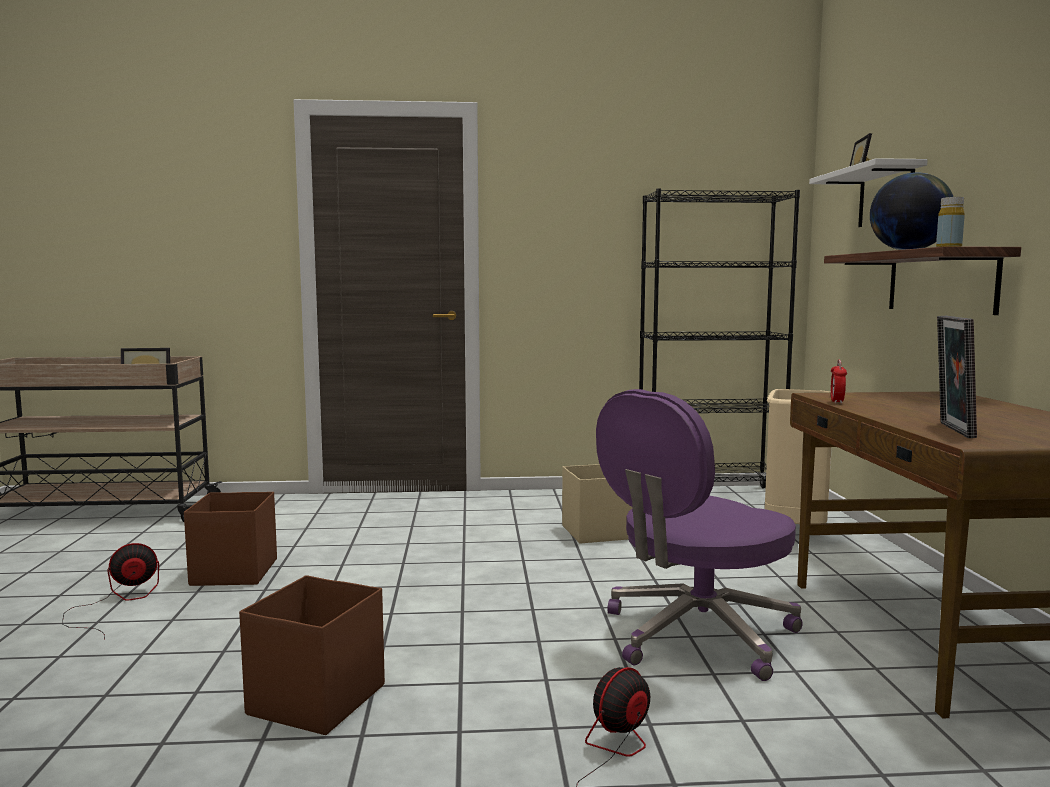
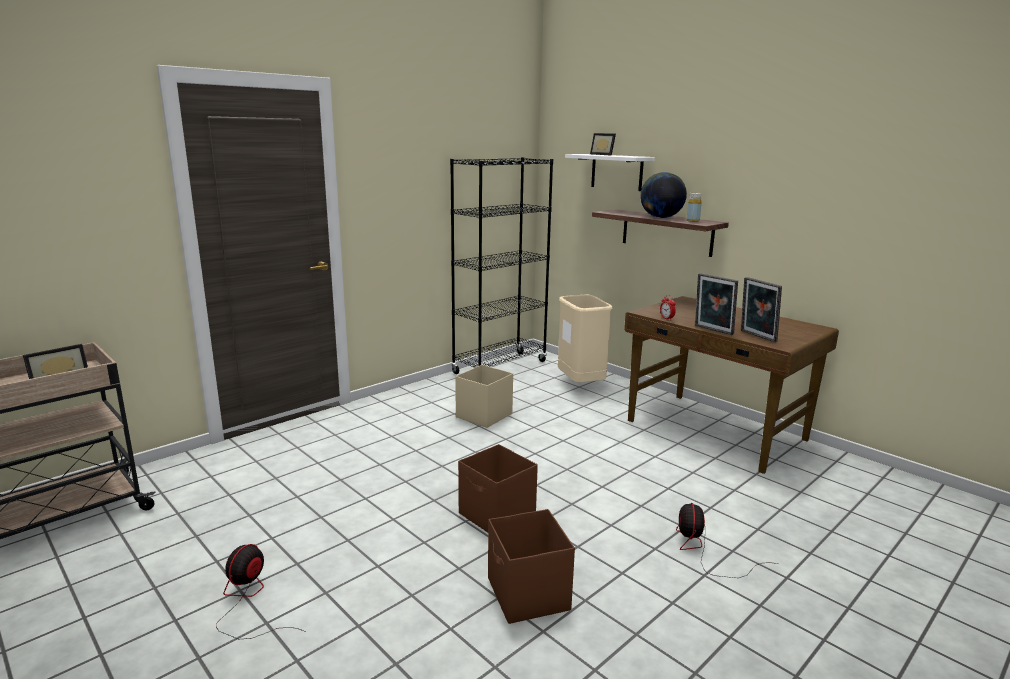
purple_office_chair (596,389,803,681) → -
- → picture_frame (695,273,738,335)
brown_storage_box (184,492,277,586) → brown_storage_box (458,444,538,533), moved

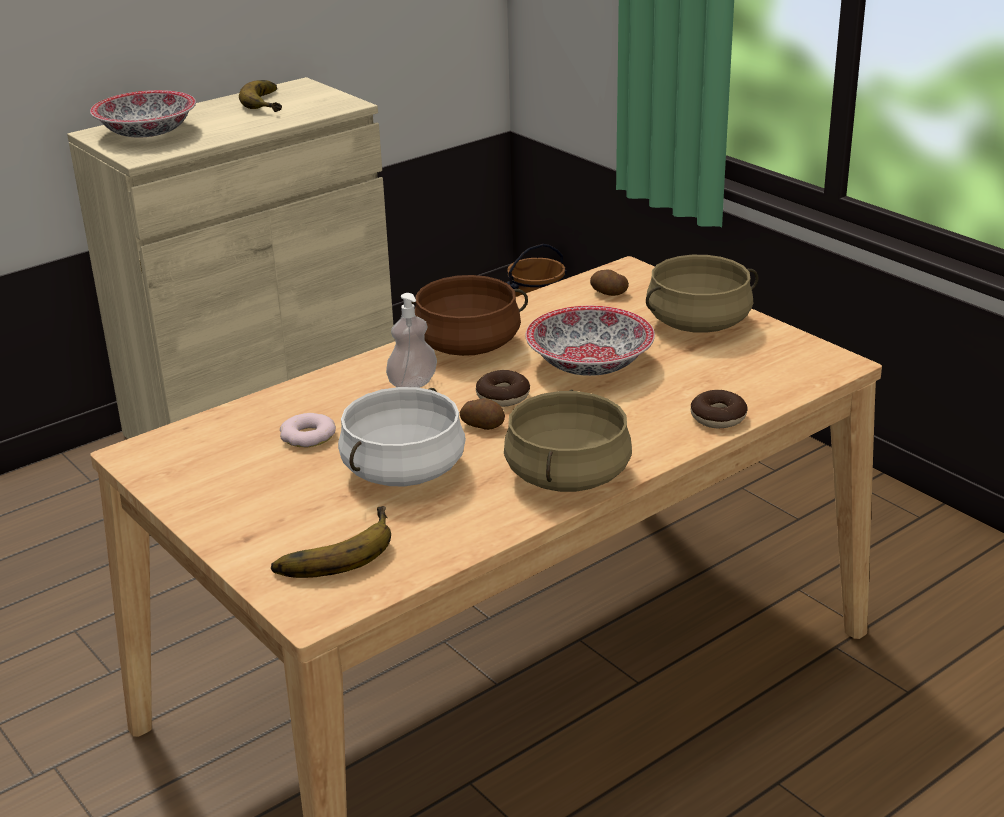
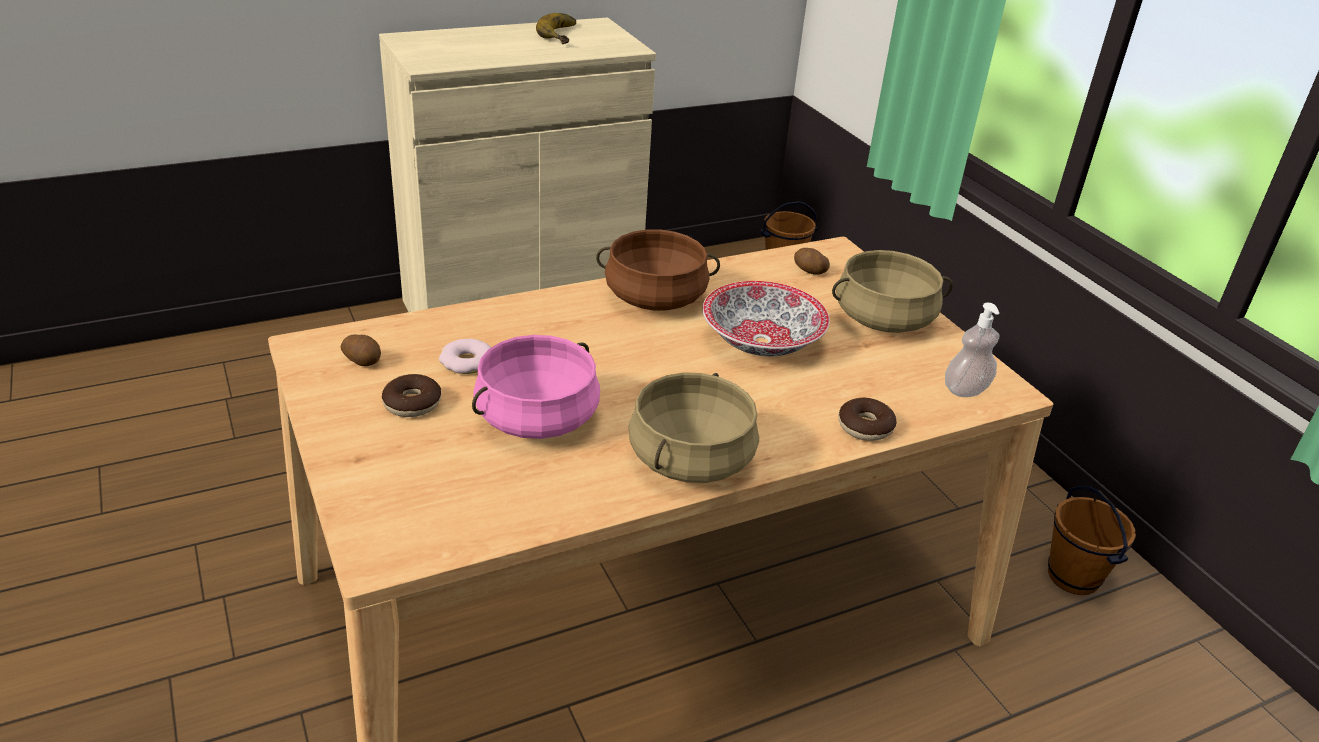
bowl (90,90,196,138) → -
banana (271,506,391,578) → -
- → brown_bucket (1048,486,1136,595)
soap_dispenser (386,293,437,388) → soap_dispenser (945,303,999,397), moved
potato (460,398,505,430) → potato (340,335,381,366), moved
donut (476,370,530,407) → donut (382,374,441,417), moved
white_cooking_pot (338,387,466,486) → pink_cooking_pot (472,335,600,439)

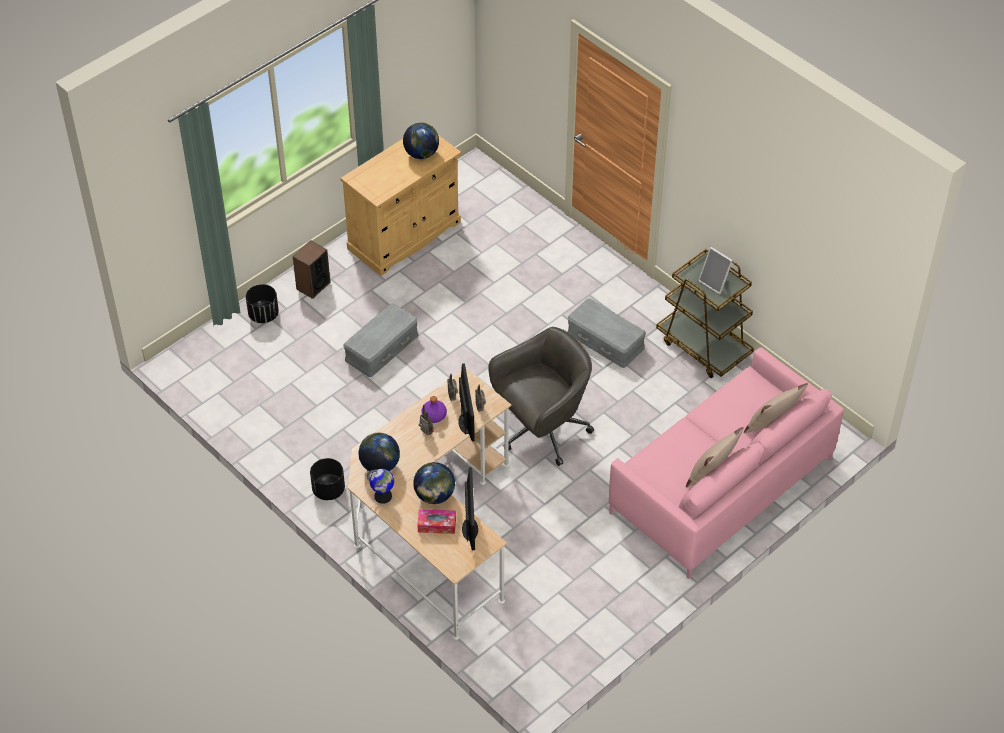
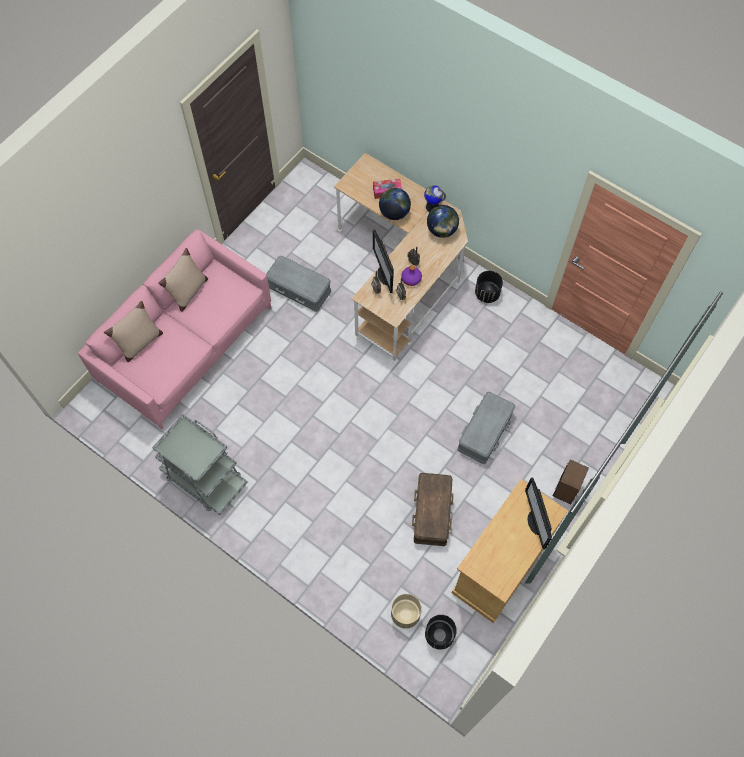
globe (403,122,439,159) → -
grey_office_chair (488,327,594,466) → -
picture_frame (698,247,733,294) → -
- → beige_planter (391,594,422,629)
- → brown_storage_box (412,473,454,546)
black_planter (246,284,279,323) → black_planter (425,615,457,650), moved
monitor (462,467,478,551) → monitor (525,477,552,550), moved
grey_storage_box (568,298,646,368) → grey_storage_box (266,256,331,312), moved
brown_cart (656,249,754,378) → grey_cart (152,414,248,515)

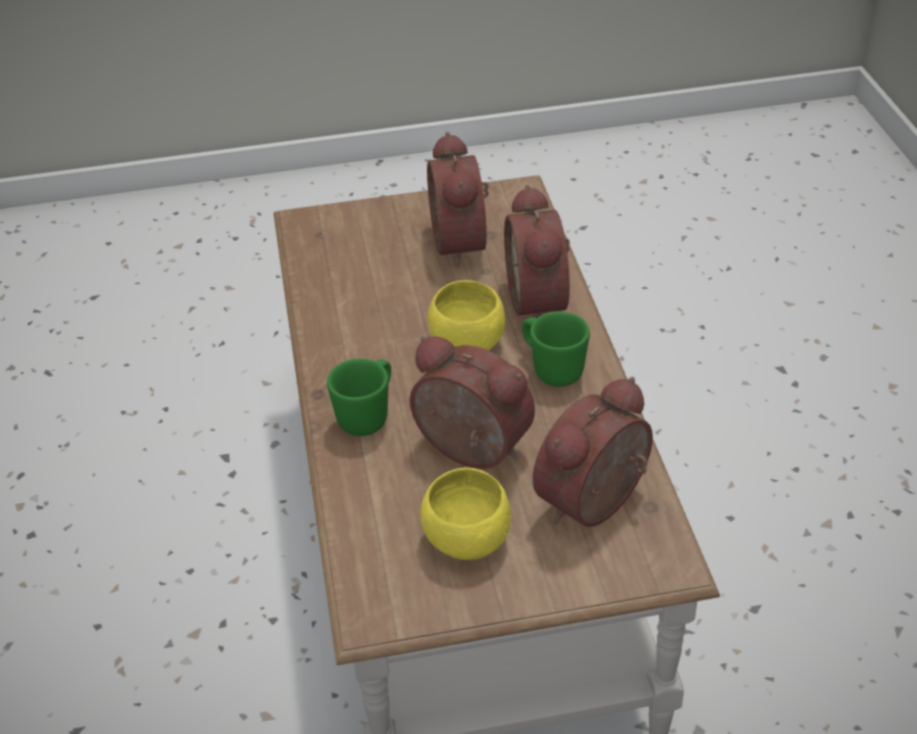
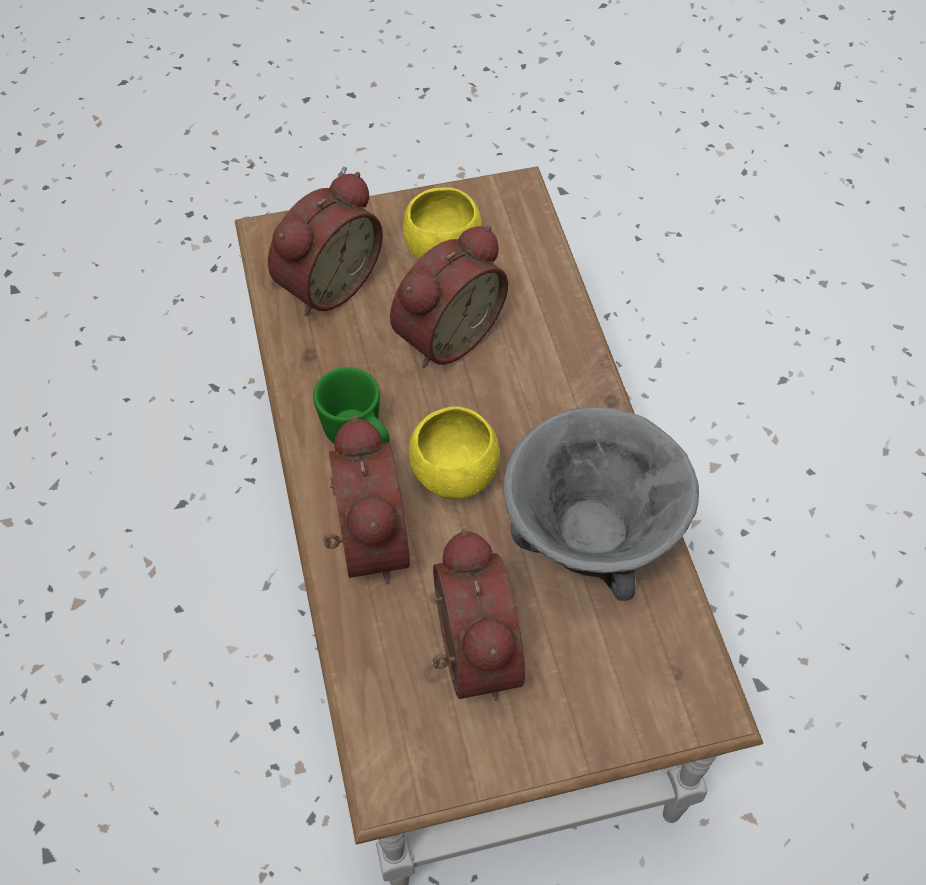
green_mug (327,359,391,436) → -
- → grey_bowl (503,407,699,601)
alarm_clock (410,336,535,469) → alarm_clock (390,225,508,368), 75 degrees counterclockwise

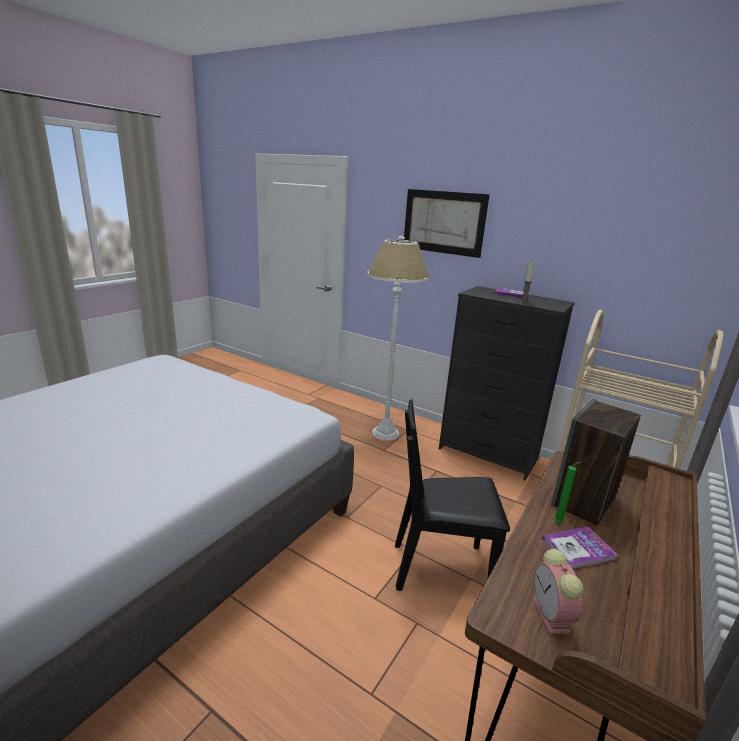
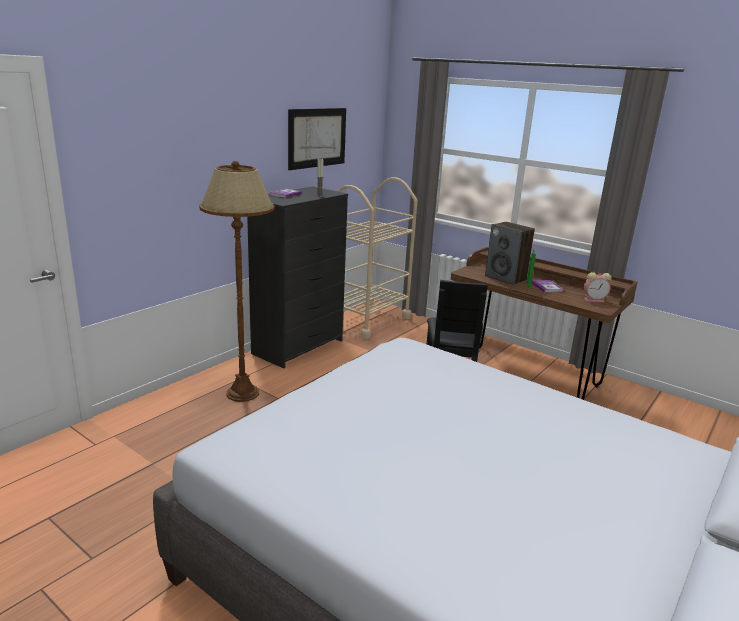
picture (404,189,490,258) → picture (288,108,346,170), moved
white_floor_lamp (367,236,430,441) → brown_floor_lamp (199,161,275,402)

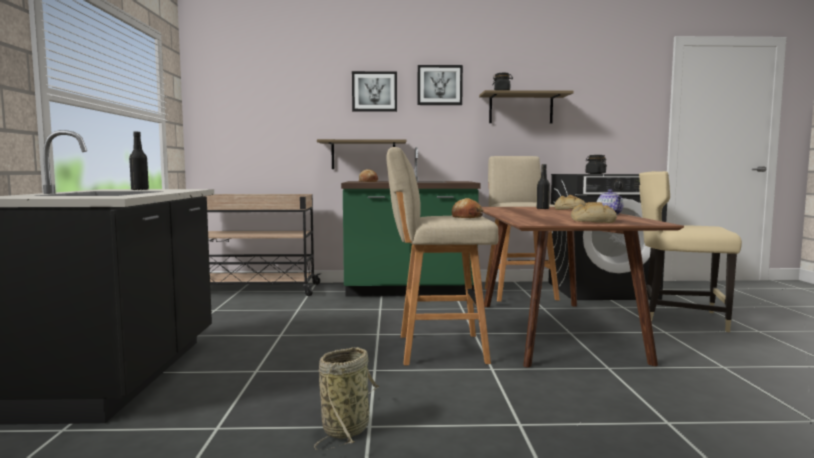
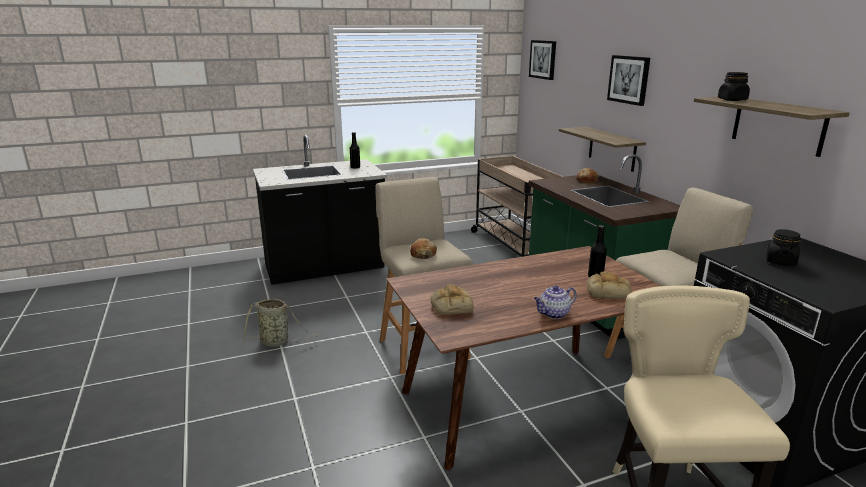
picture (418,65,463,105) → picture (529,40,556,80), moved

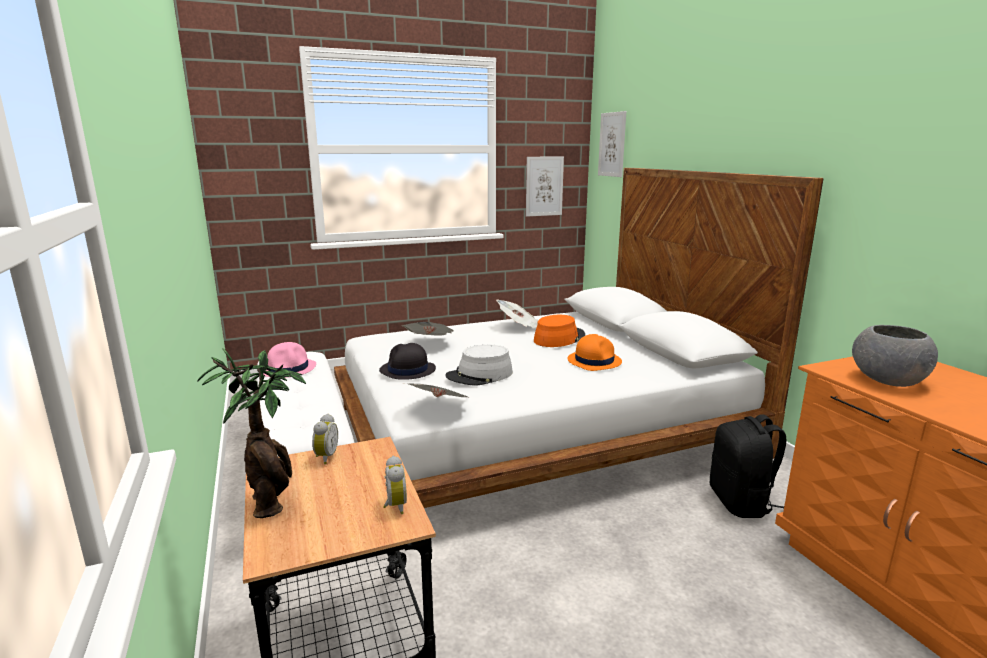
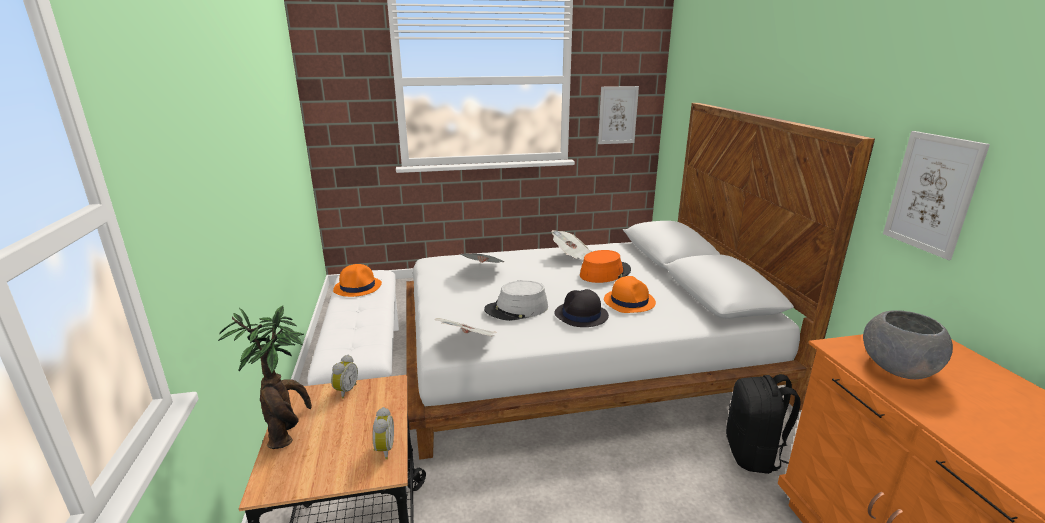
black_hat (379,343,436,380) → black_hat (555,289,609,327), moved
picture (598,111,626,177) → picture (883,131,990,260), moved
pink_hat (263,342,316,378) → orange_hat (333,264,382,297)

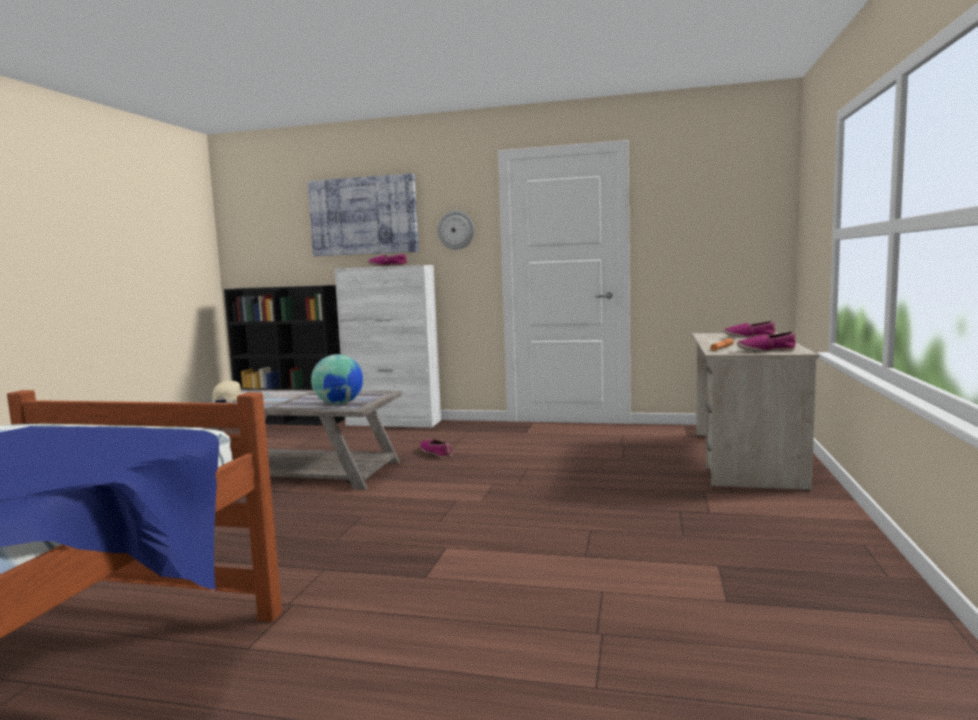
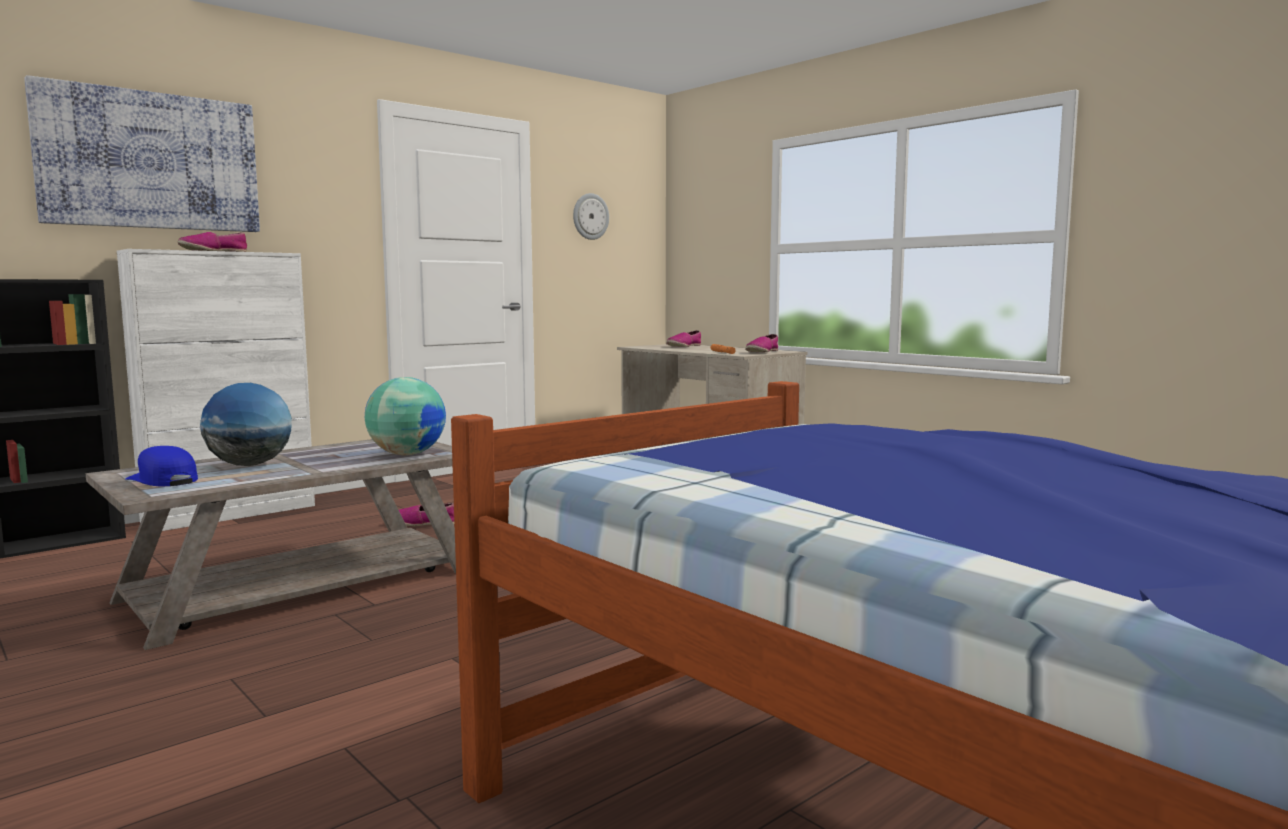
- → globe (200,383,292,466)
wall_clock (438,211,474,250) → wall_clock (573,193,609,240), moved
beige_cap (212,381,244,403) → blue_cap (125,446,198,486)

